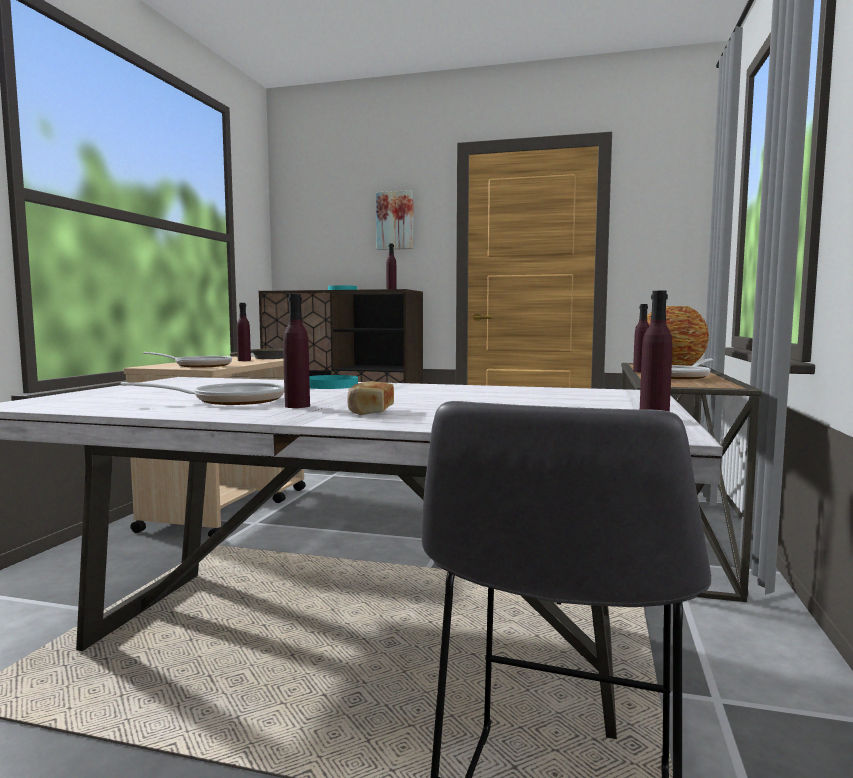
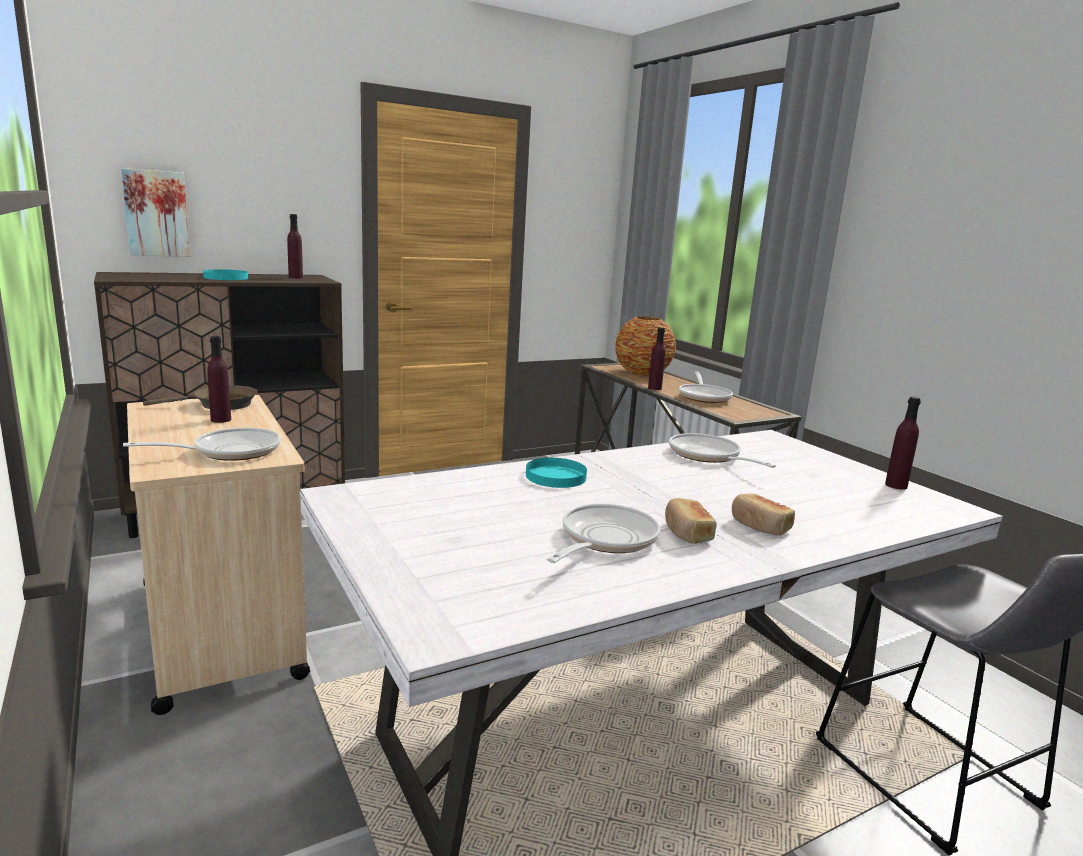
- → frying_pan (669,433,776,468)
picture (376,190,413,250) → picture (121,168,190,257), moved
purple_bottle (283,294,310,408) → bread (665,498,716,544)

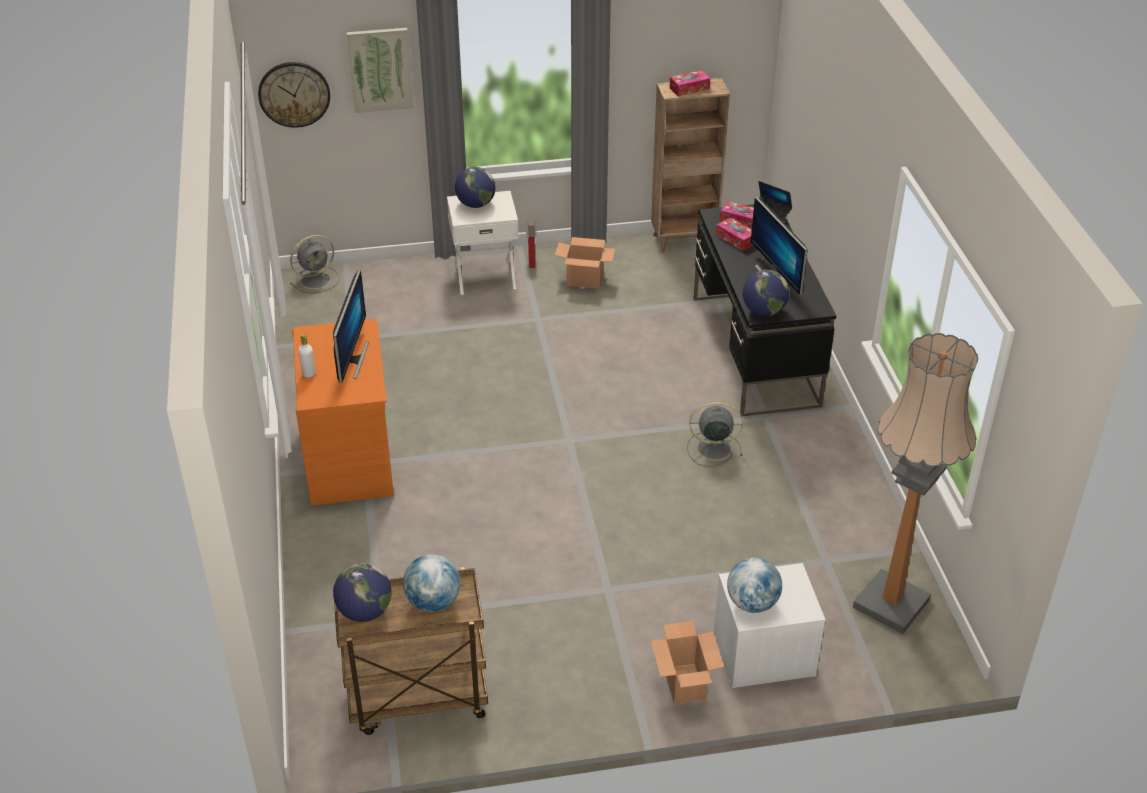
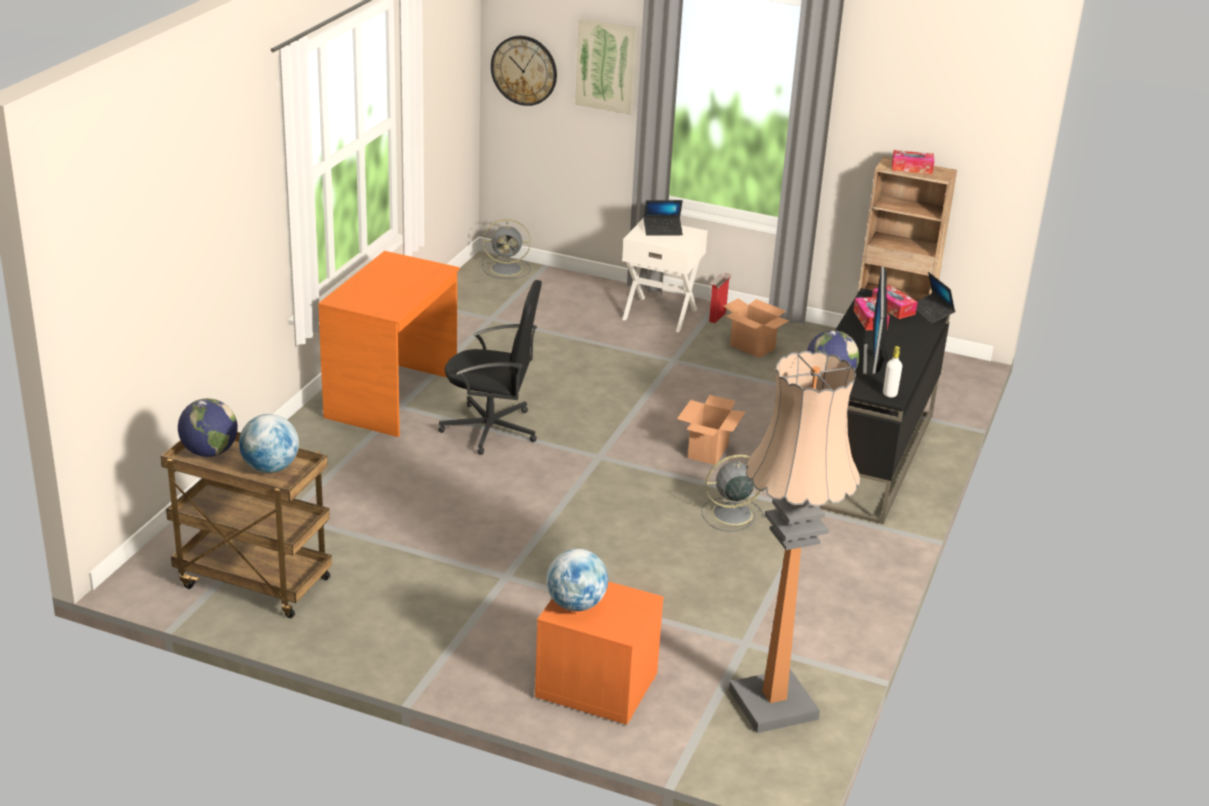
monitor (333,270,369,383) → -
- → black_office_chair (438,280,542,455)
white_bottle (298,334,315,378) → white_bottle (883,346,902,397), moved
cardboard_box (650,621,724,704) → cardboard_box (677,395,745,465), moved
globe (455,167,496,208) → laptop (643,200,683,236)
white_nightstand (714,563,825,688) → orange_nightstand (535,581,664,725)
grey_fan (687,402,743,467) → grey_fan (701,454,766,532), 45 degrees counterclockwise

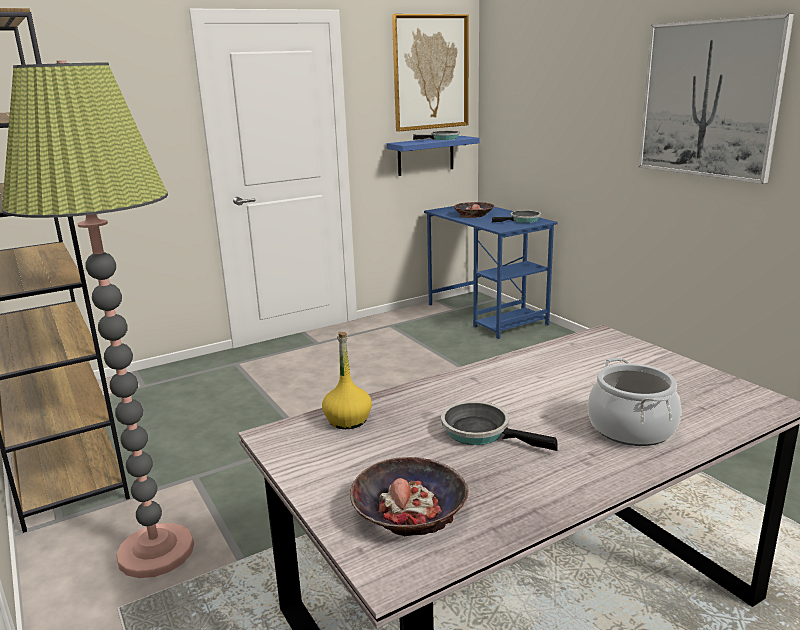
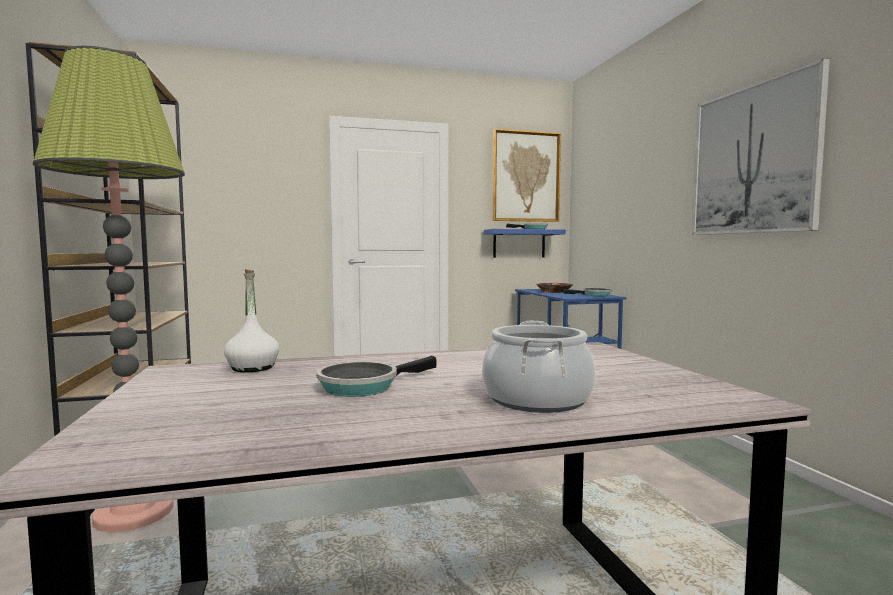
bowl (350,457,469,536) → -
yellow_bottle (322,332,372,429) → white_bottle (224,269,279,372)
frying_pan (441,401,558,451) → frying_pan (317,356,437,397), 90 degrees counterclockwise

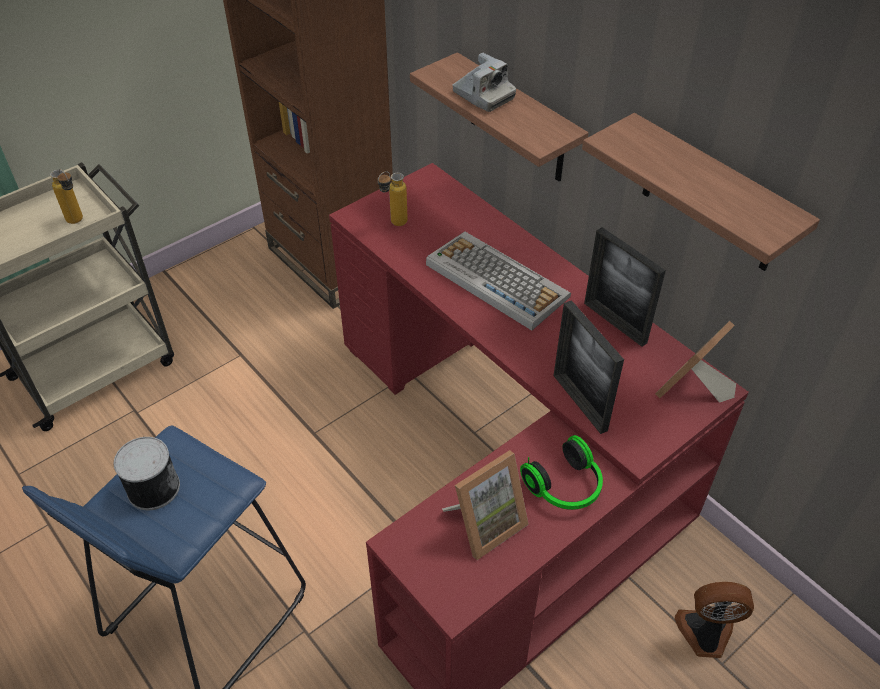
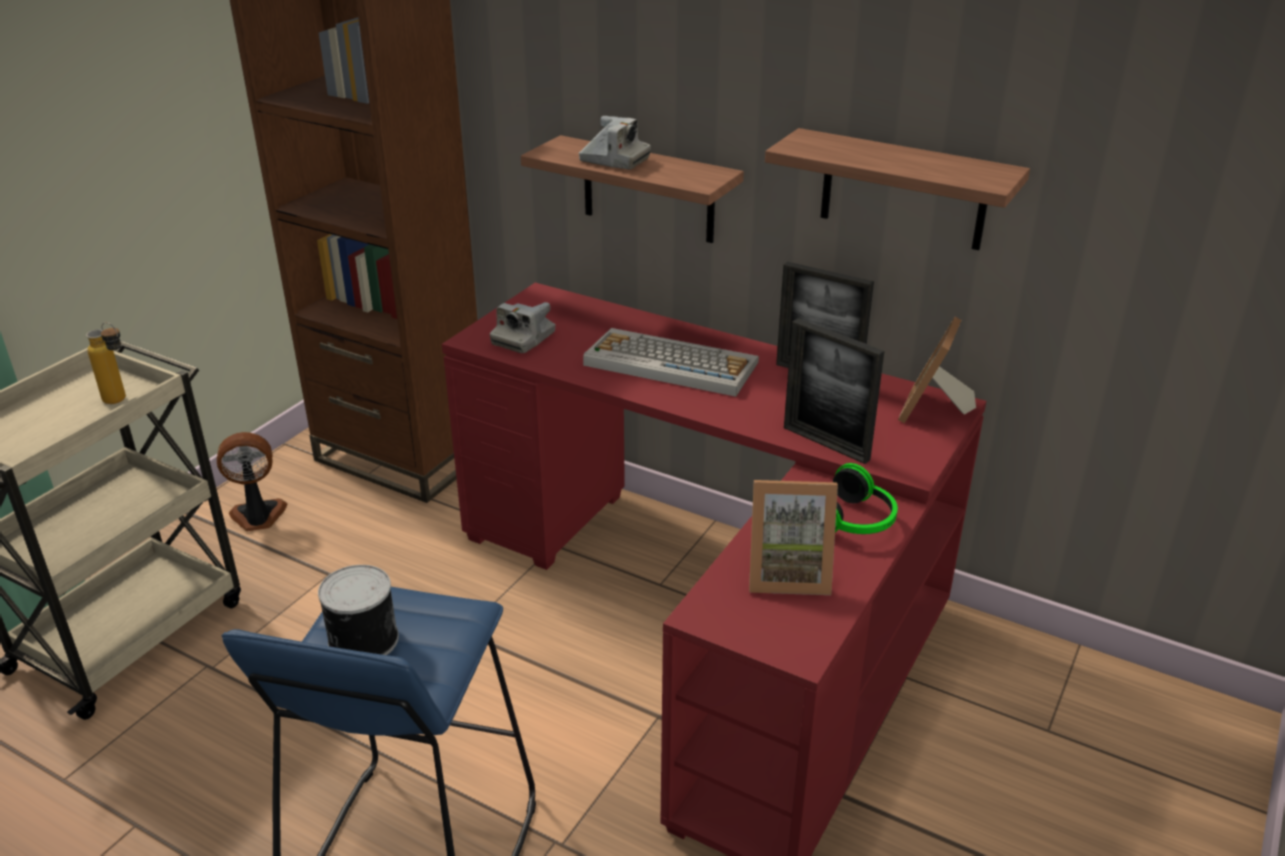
fan (675,582,754,658) → fan (217,432,288,531), moved
bottle (378,171,408,226) → photo_camera (490,302,555,353)
picture_frame (442,450,529,560) → picture_frame (749,480,838,595), 60 degrees clockwise

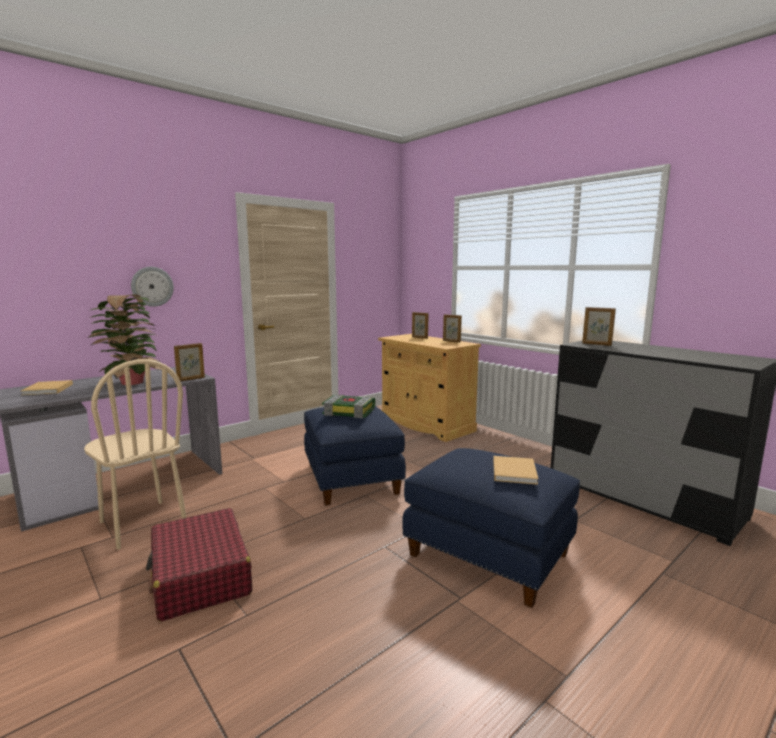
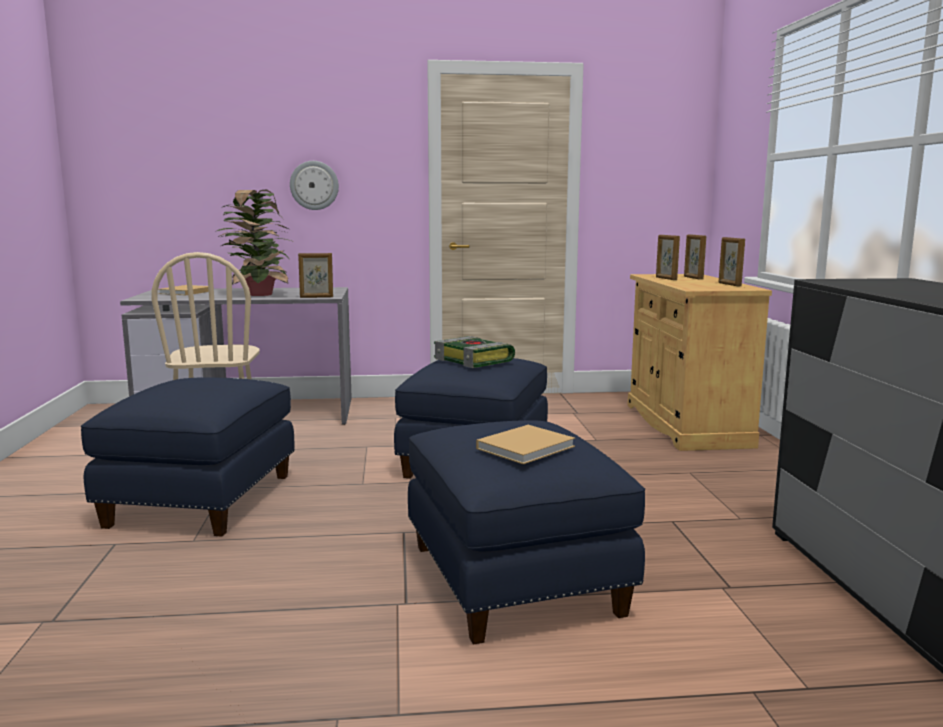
picture_frame (582,307,616,346) → picture_frame (656,235,680,280), moved
red_suitcase (146,508,252,622) → blue_ottoman (81,377,295,537)

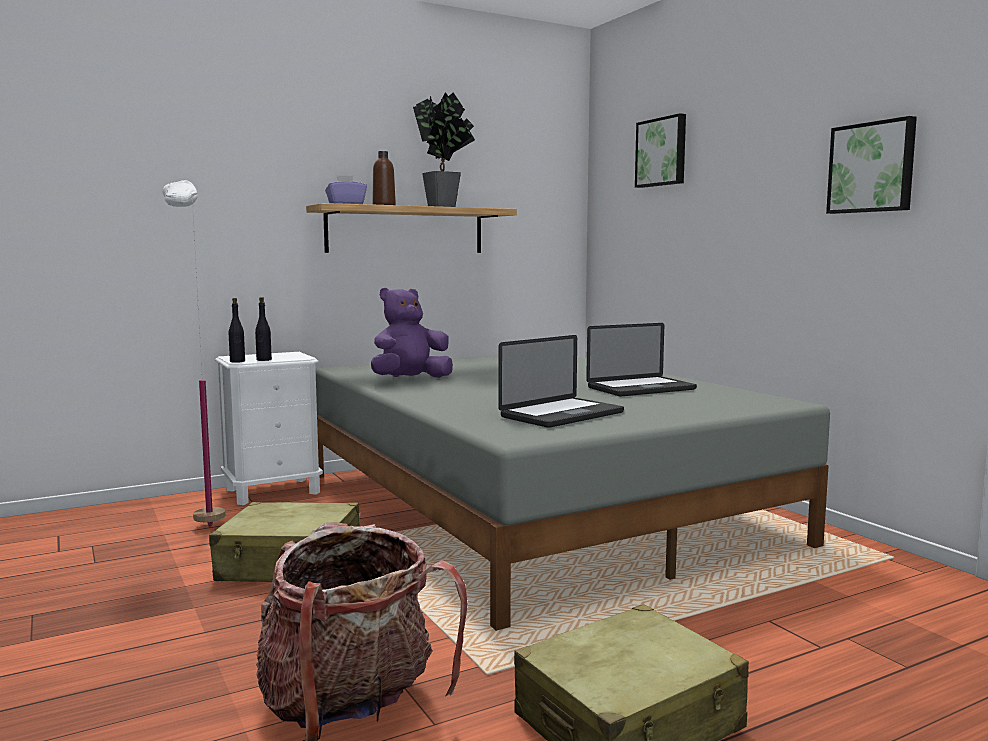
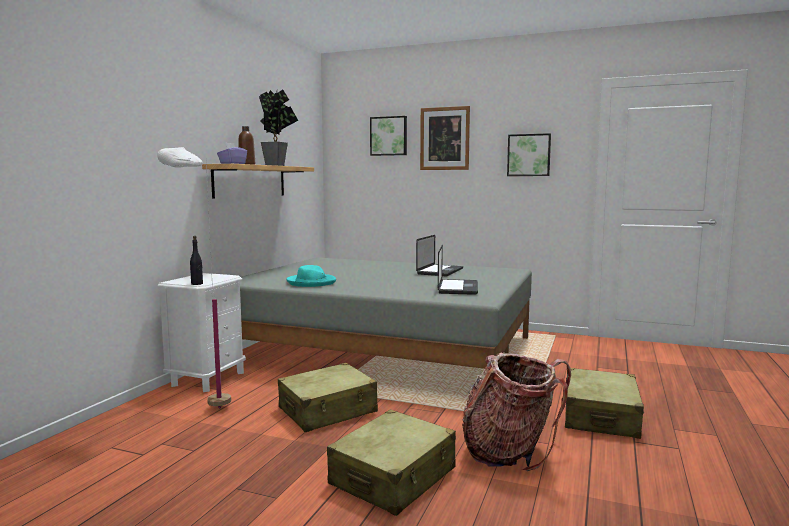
black_bottle (255,297,272,361) → -
- → beige_suitcase (327,410,456,516)
- → picture (420,106,470,170)
purple_plush_toy (371,287,453,378) → turquoise_hat (286,265,336,287)

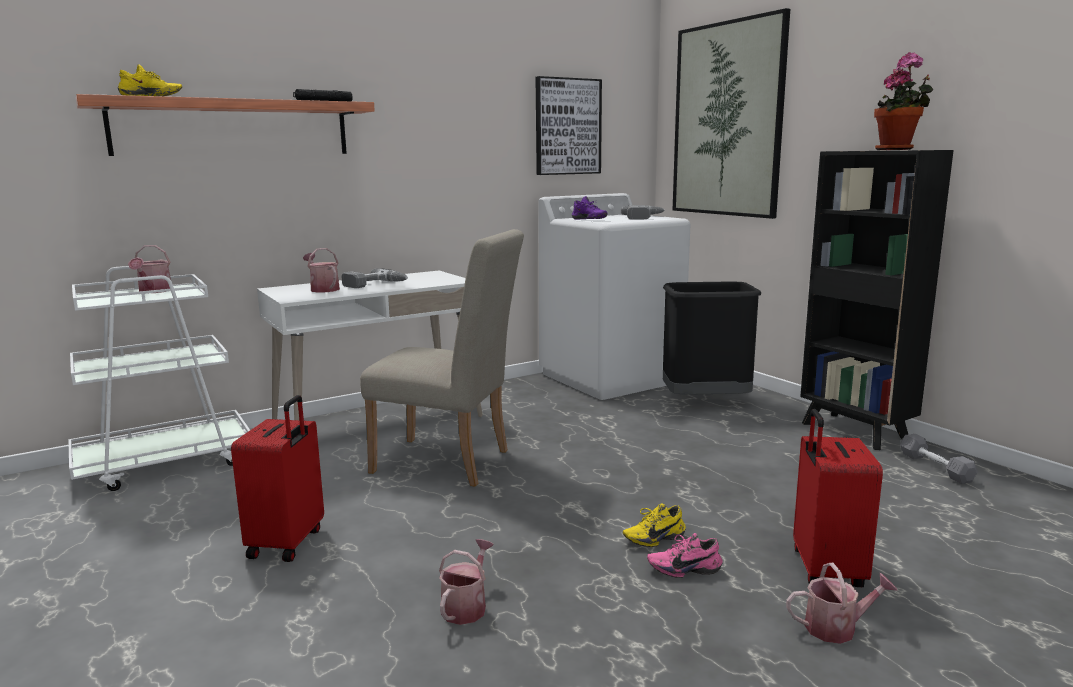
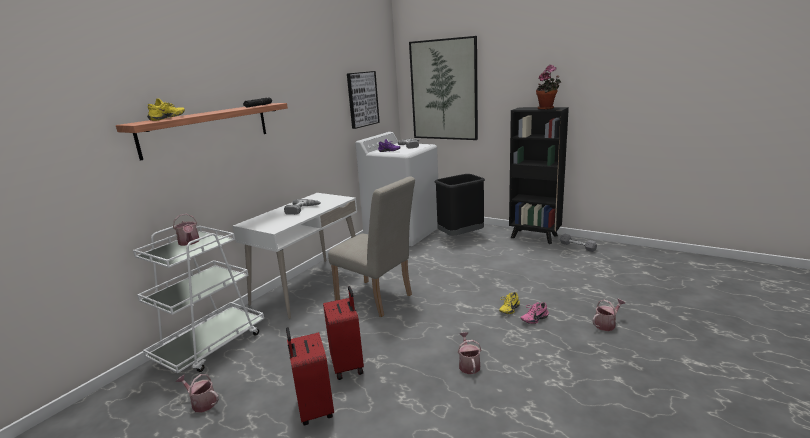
watering_can (303,248,340,293) → watering_can (176,374,219,412), moved
red_suitcase (793,409,883,587) → red_suitcase (286,327,334,425), moved
beige_chair (360,229,524,487) → beige_chair (328,176,415,317), 45 degrees clockwise

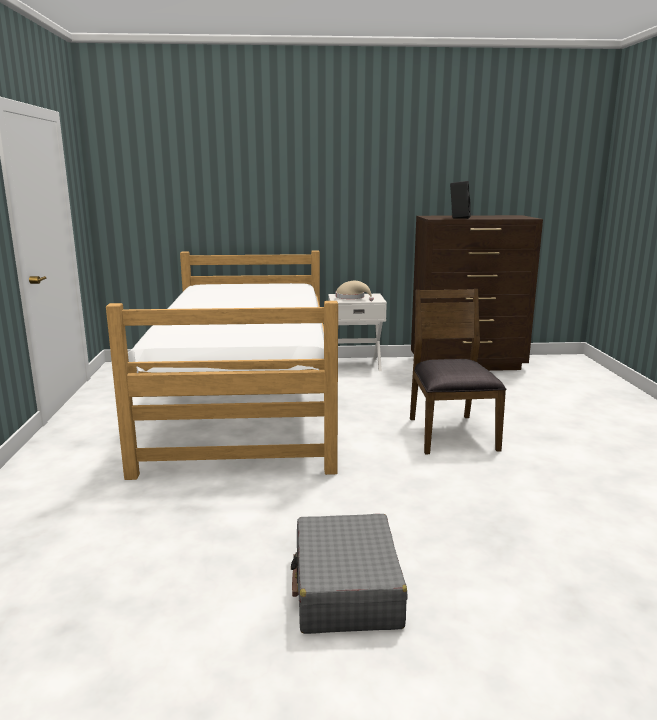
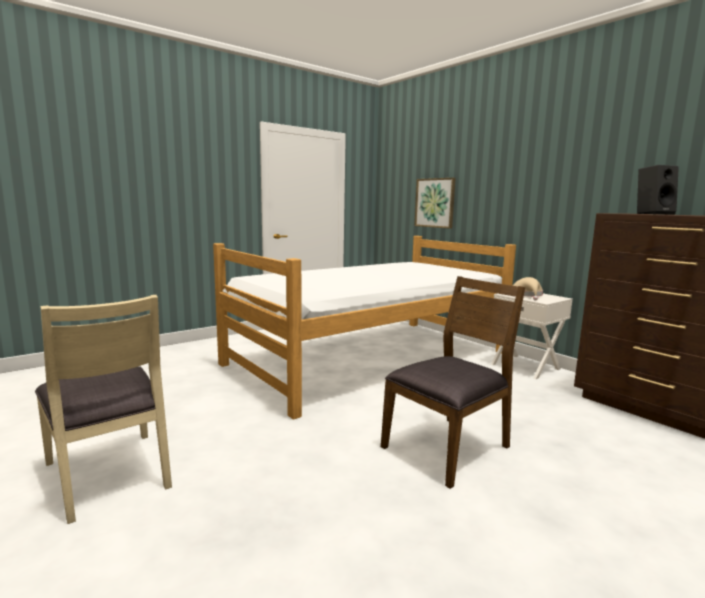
- → picture (414,178,456,229)
grey_suitcase (291,514,408,634) → beige_chair (35,295,172,524)

